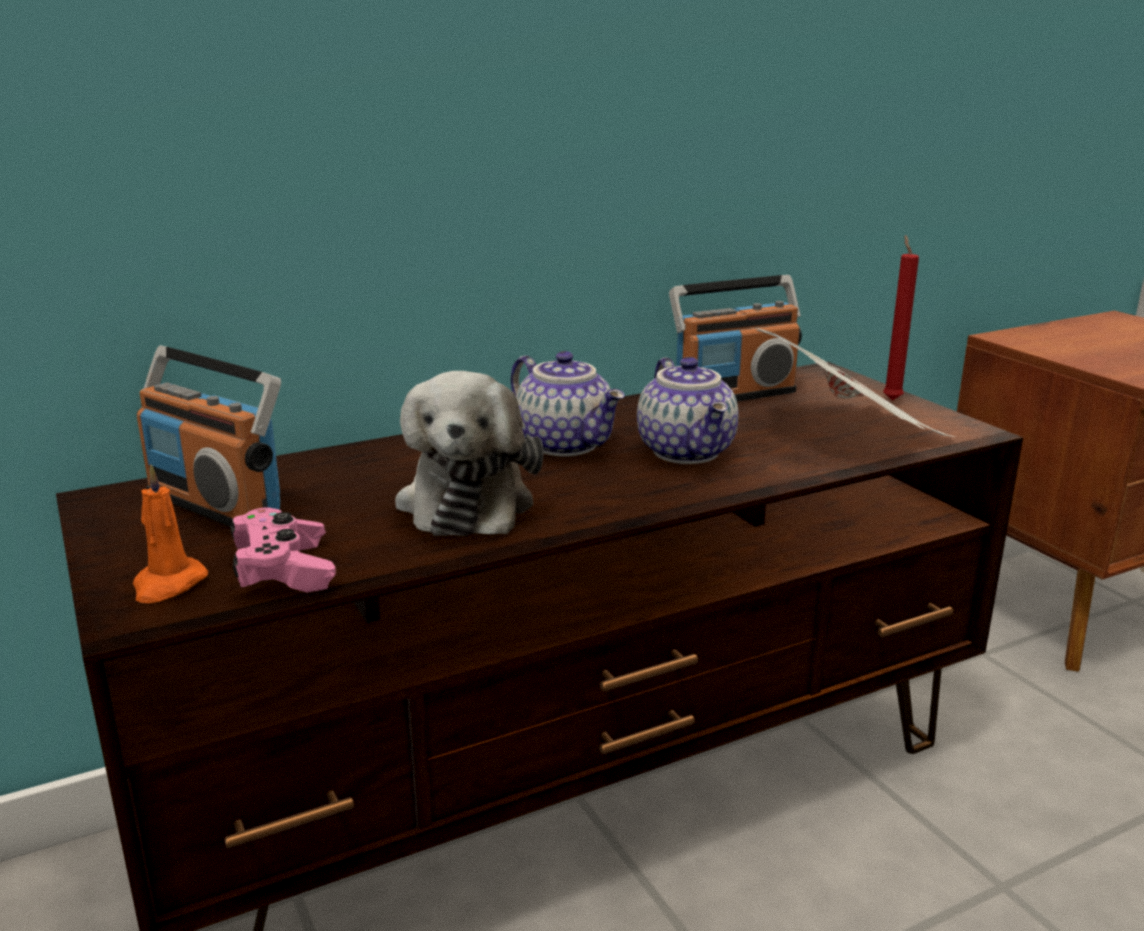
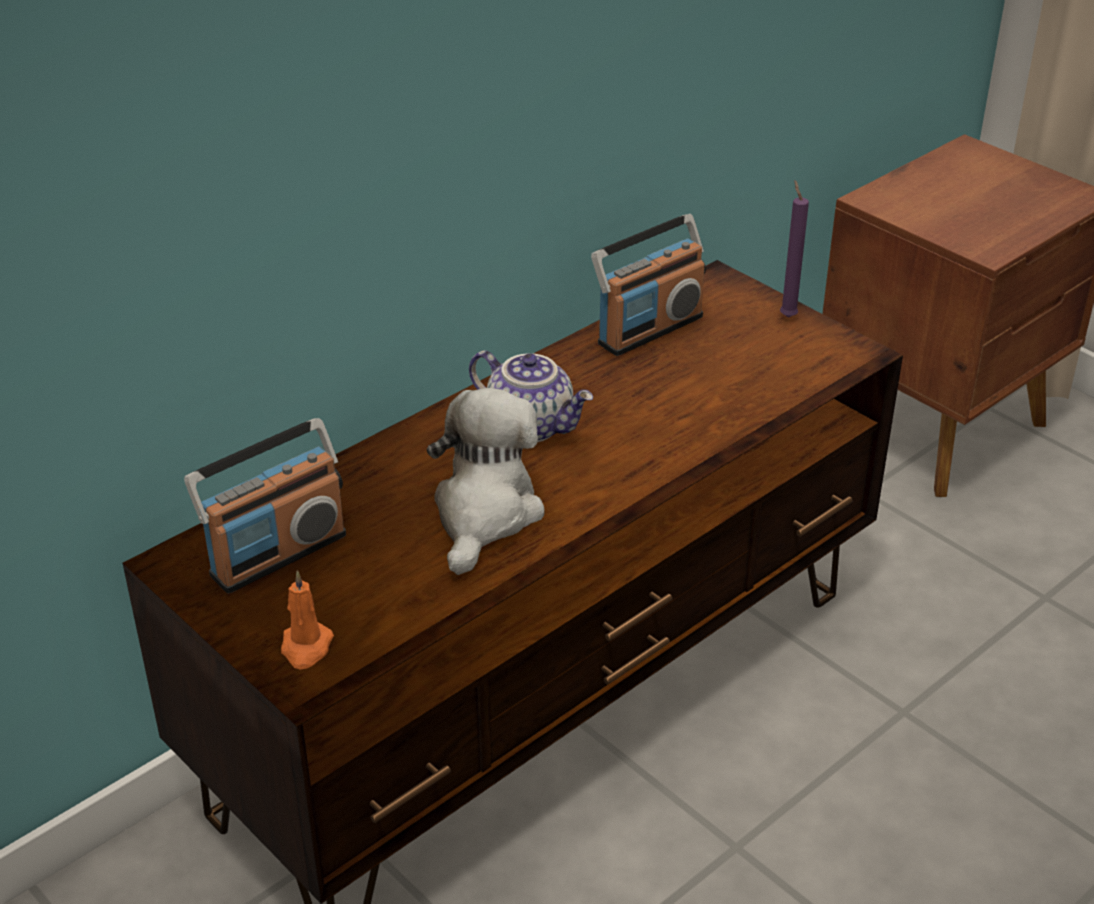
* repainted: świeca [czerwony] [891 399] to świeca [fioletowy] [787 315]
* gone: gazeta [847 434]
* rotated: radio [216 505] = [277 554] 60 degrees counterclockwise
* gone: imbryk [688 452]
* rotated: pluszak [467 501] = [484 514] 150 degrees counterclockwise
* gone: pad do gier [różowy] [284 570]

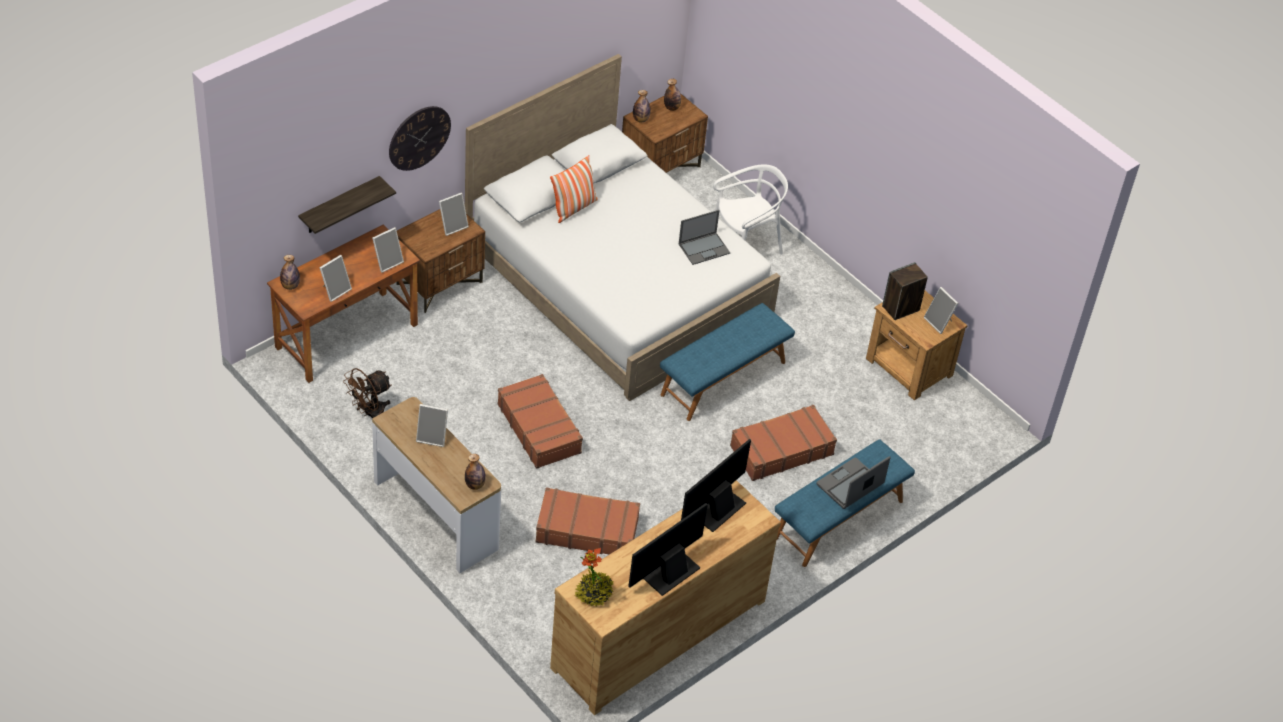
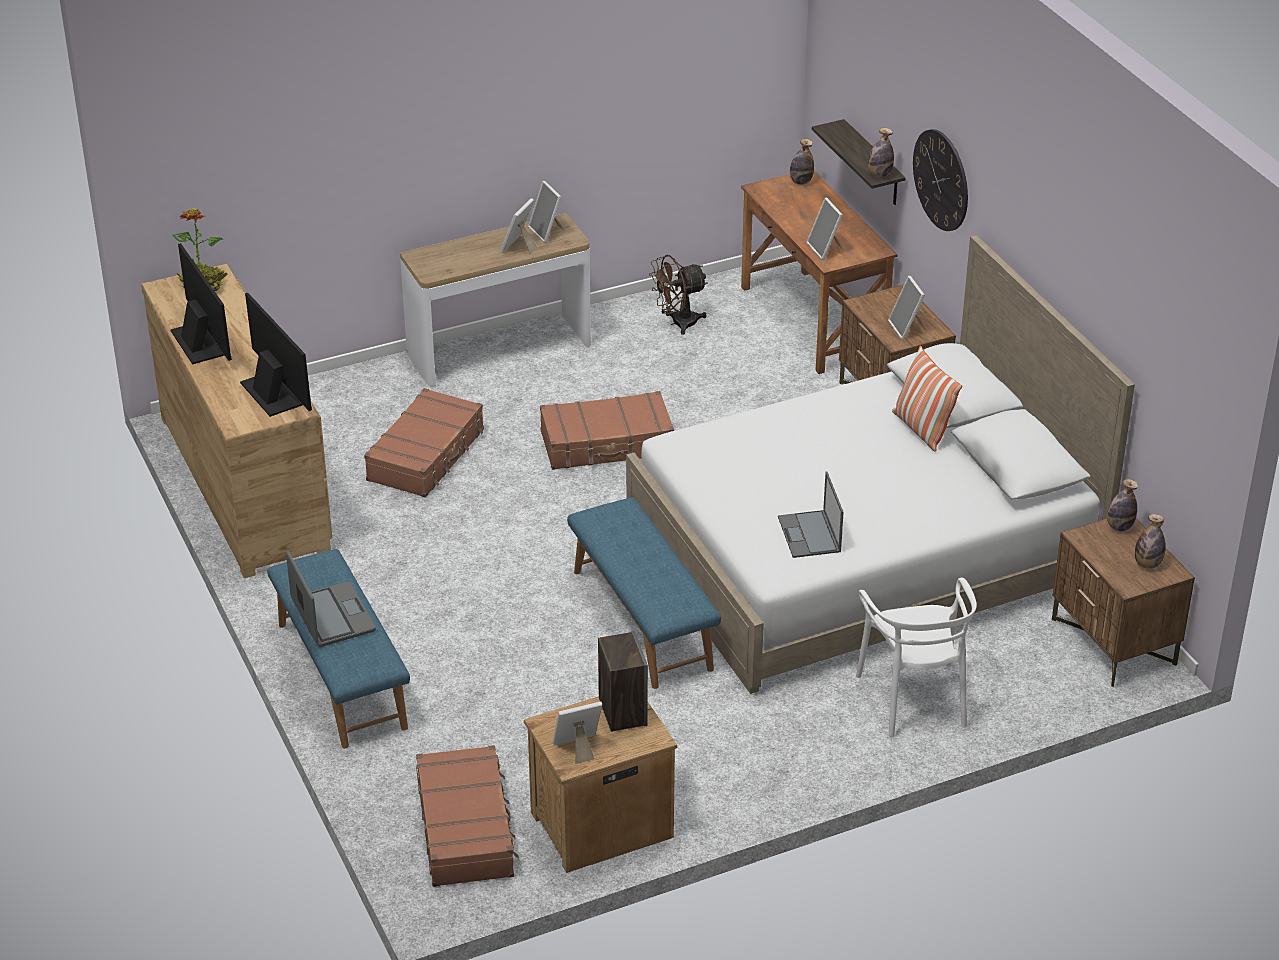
* shifted: ramka na zdjęcie [335 290] to [547 232]
* rotated: wentylator [brązowy] [369 413] = [678 323] 90 degrees counterclockwise
* shifted: walizka [brązowy] [781 450] to [466 828]
* shifted: butelka [475 485] to [879 175]

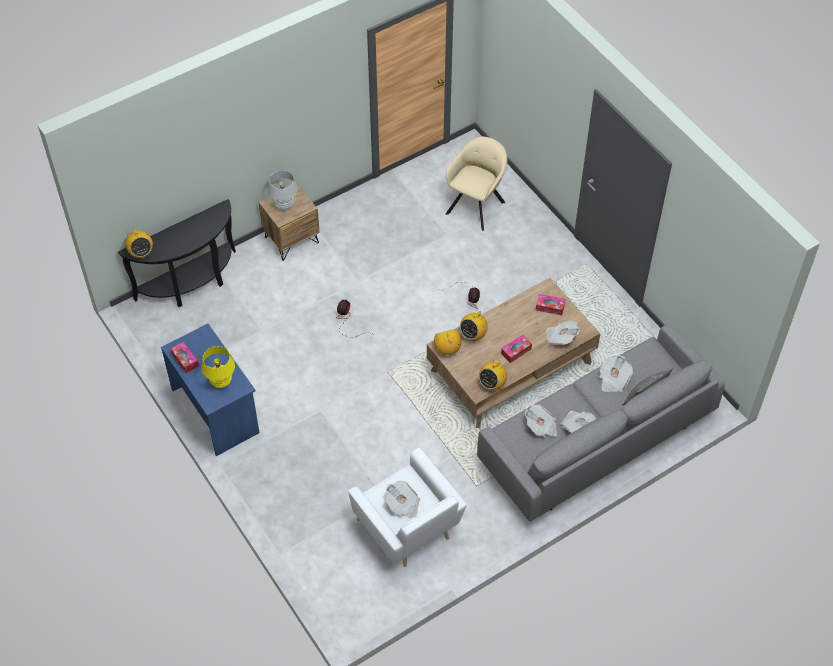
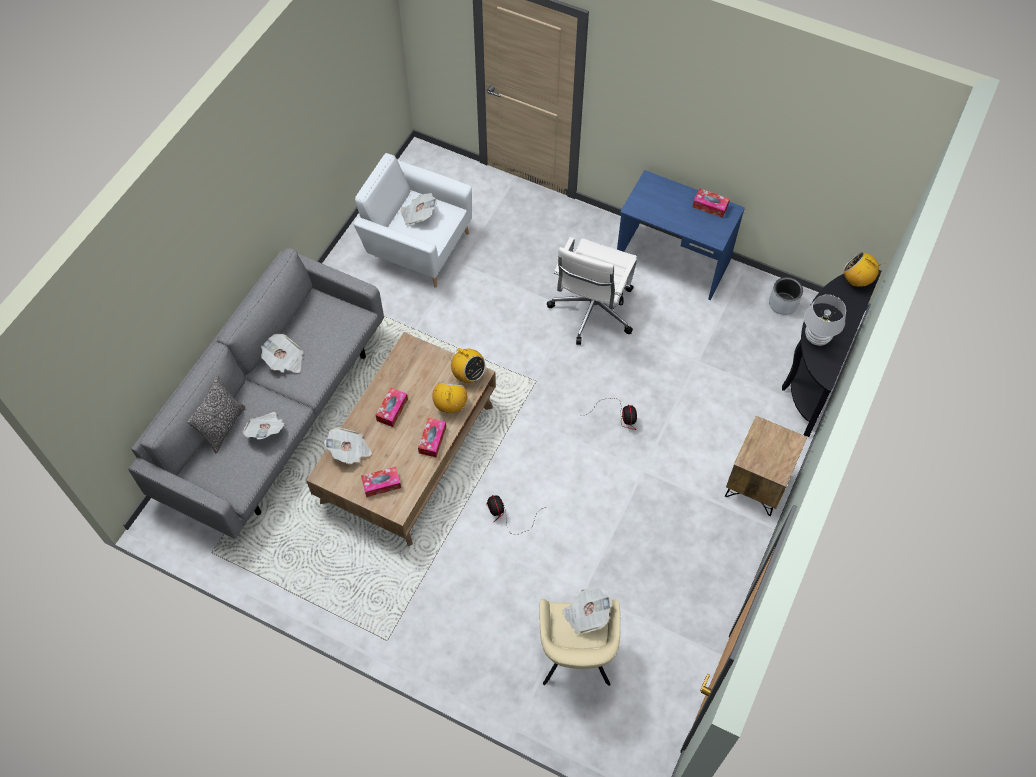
* shifted: lampa stołowa [biały] [284 205] to [816 338]
* gone: lampa stołowa [żółty] [221 382]
* gone: radio [492 384]
* shifted: gazeta [541 427] to [586 615]
* new: krzesło biurowe [biały] [591 311]
* new: donica [szary] [782 304]
* new: pudełko chusteczek [432 440]

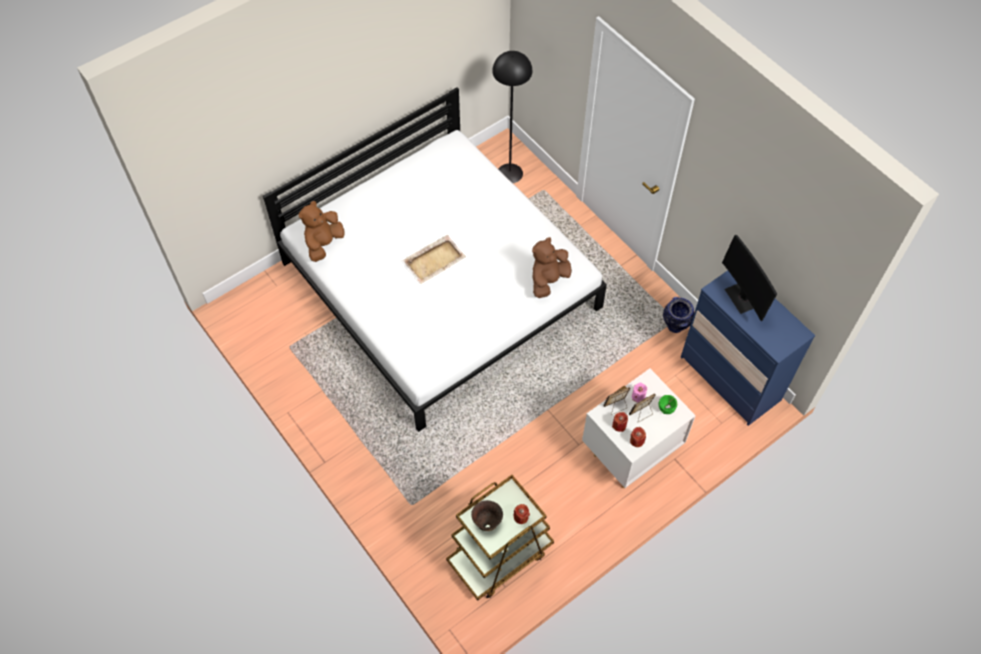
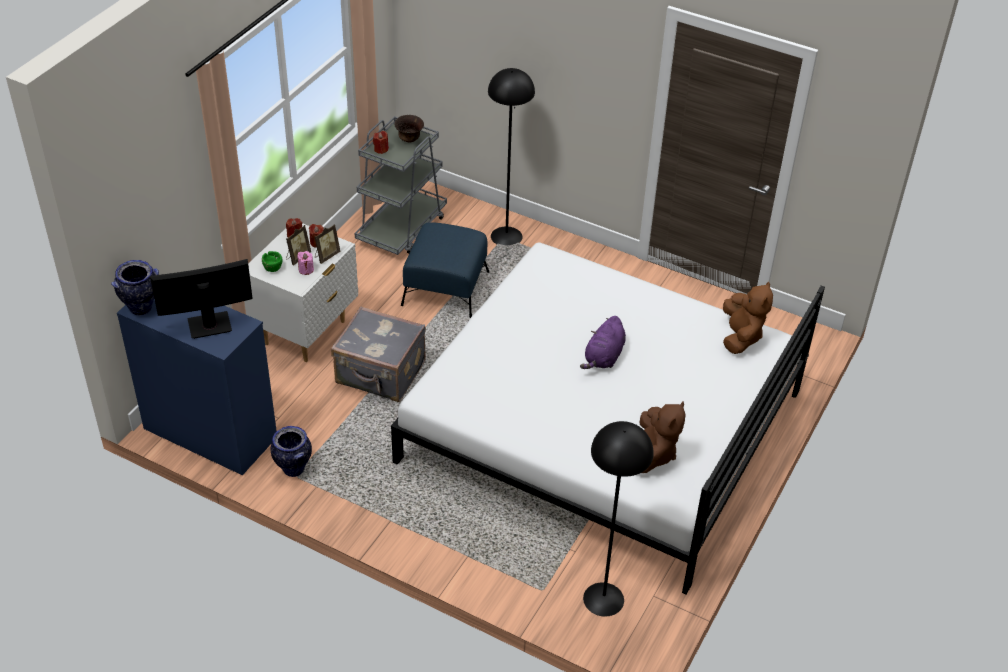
* swapped: taca [beżowy] [435 260] to pluszak [fioletowy] [603 357]
* rotated: monitor [743 297] = [209 325] 60 degrees counterclockwise
* shifted: pluszak [brązowy] [548 280] to [653 454]
* repainted: wózek [brązowy] [499 555] to wózek [szary] [402 228]
* new: lampa stojąca [czarny] [506 236]
* new: pufa [niebieski] [445 289]
* new: wazon [141 308]
* new: walizka [szary] [380 374]

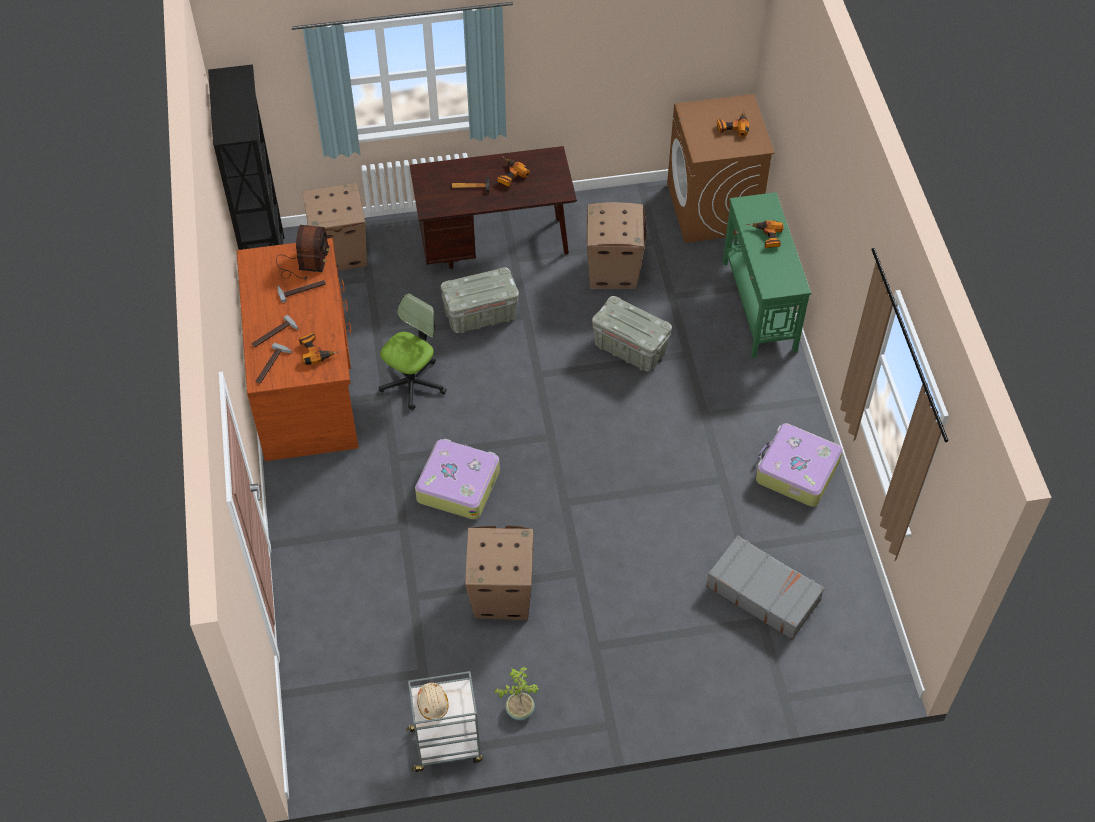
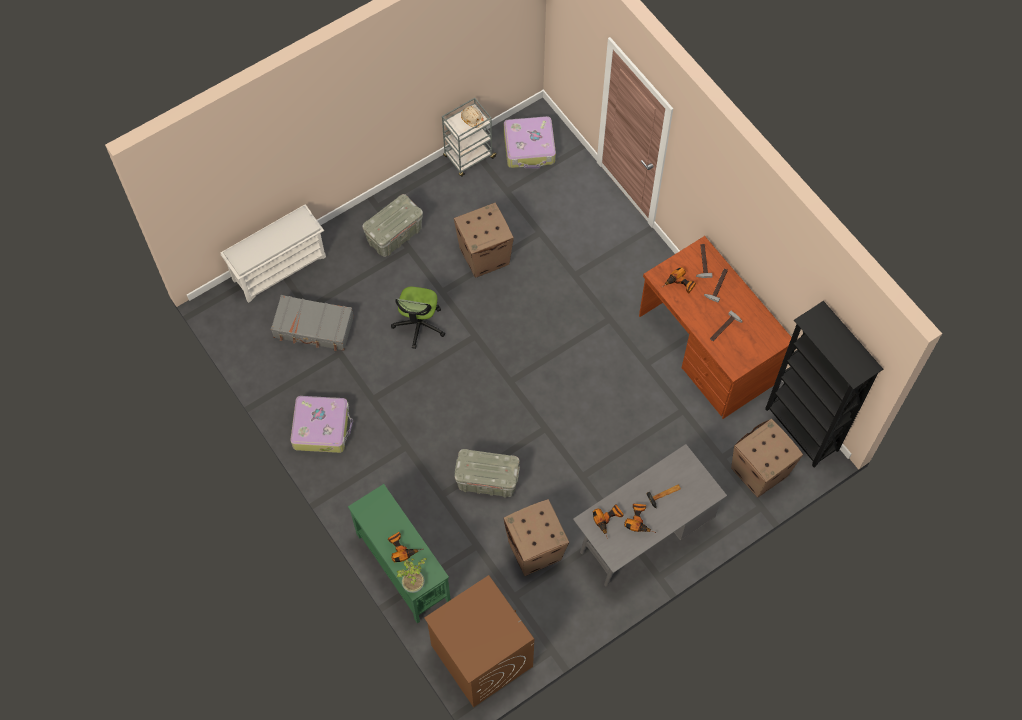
* shifted: wiertarka [732 126] to [609 520]
* repainted: biurko [brązowy] [495 244] to biurko [szary] [643 535]
* gone: radio [304 262]
* shifted: pojemnik do przechowywania [szary] [481 315] to [394 236]
* shifted: krzesło biurowe [413 383] to [419 325]
* shifted: walizka [458 485] to [529 147]
* shifted: roślina doniczkowa [519 709] to [414 584]
* new: regał na buty [biały] [279 267]

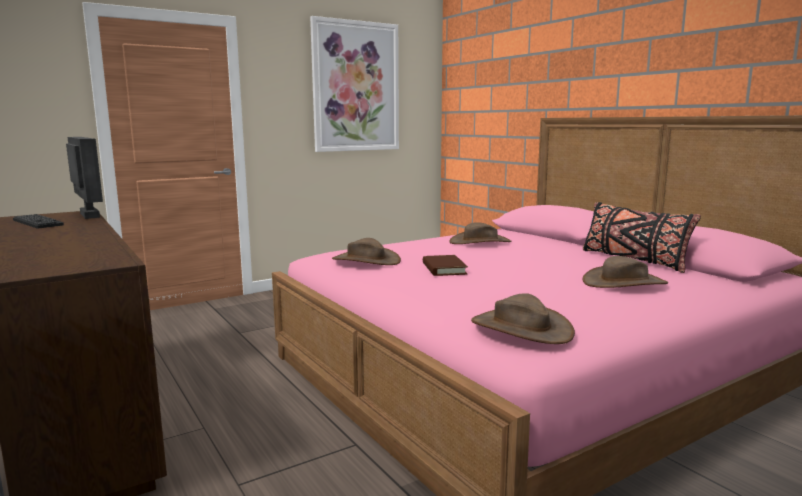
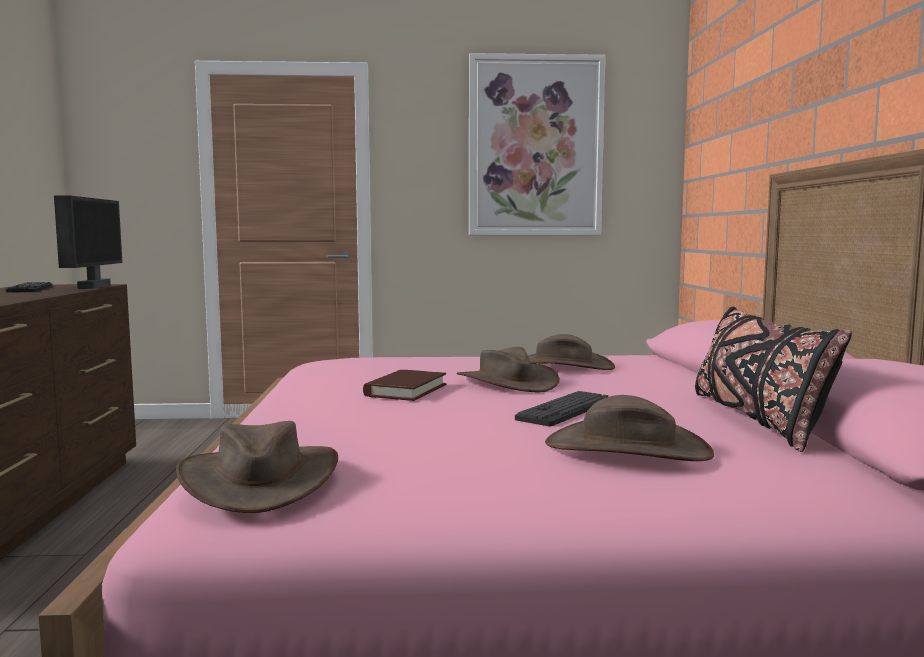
* shifted: kapelusz [brązowy] [366 260] to [506 382]
* new: klawiatura [565 410]

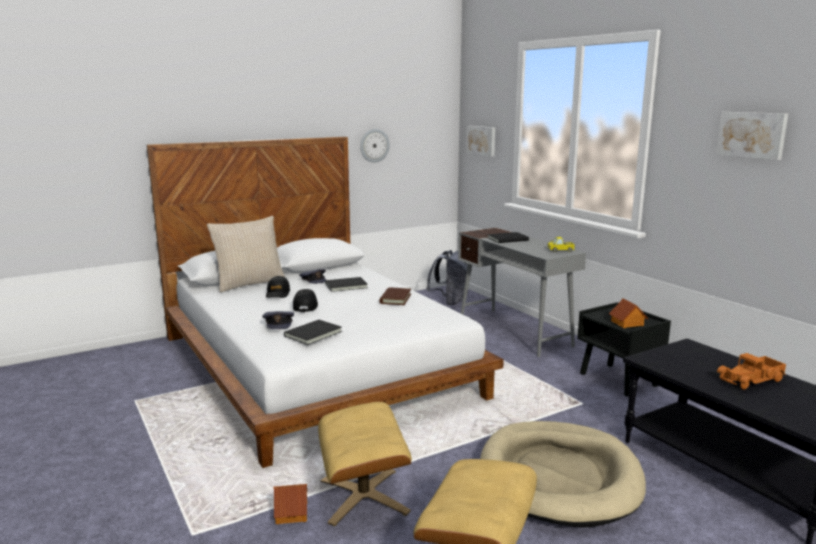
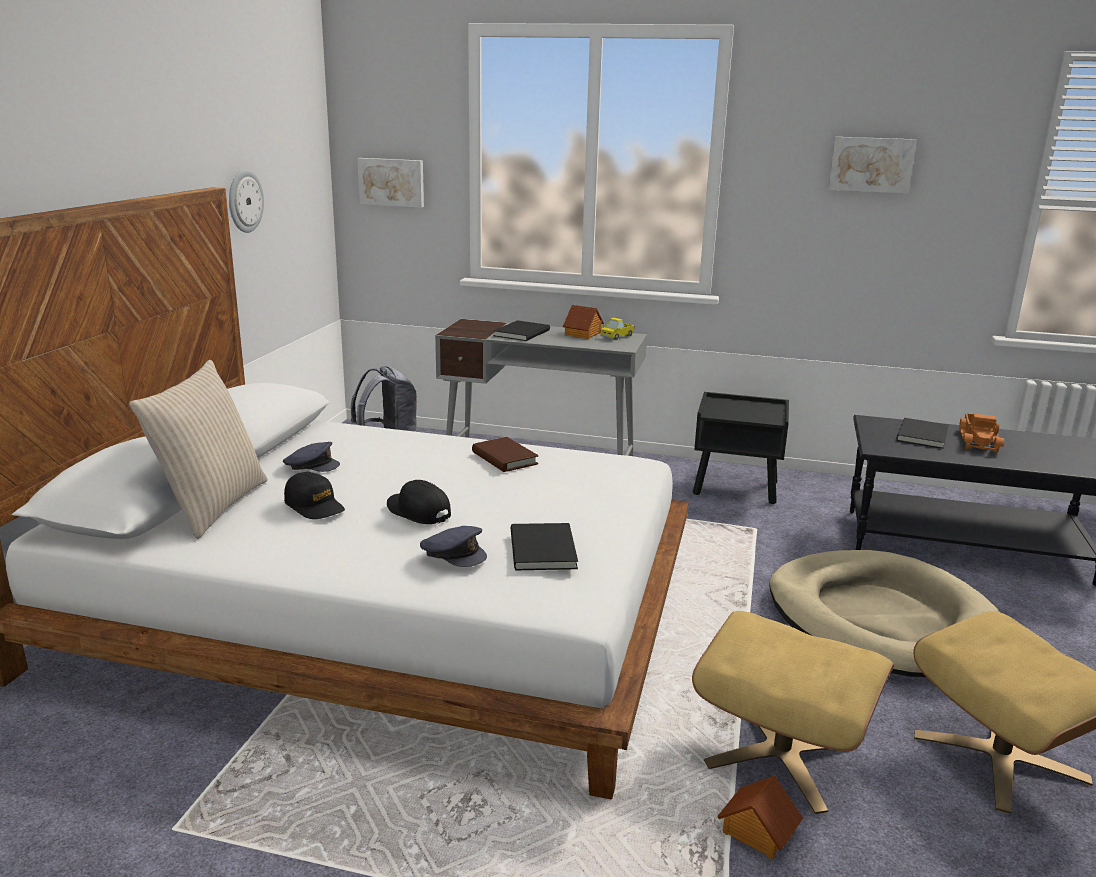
* shifted: książka [czarny] [347 286] to [924 435]
* shifted: domek [627 323] to [583 334]

